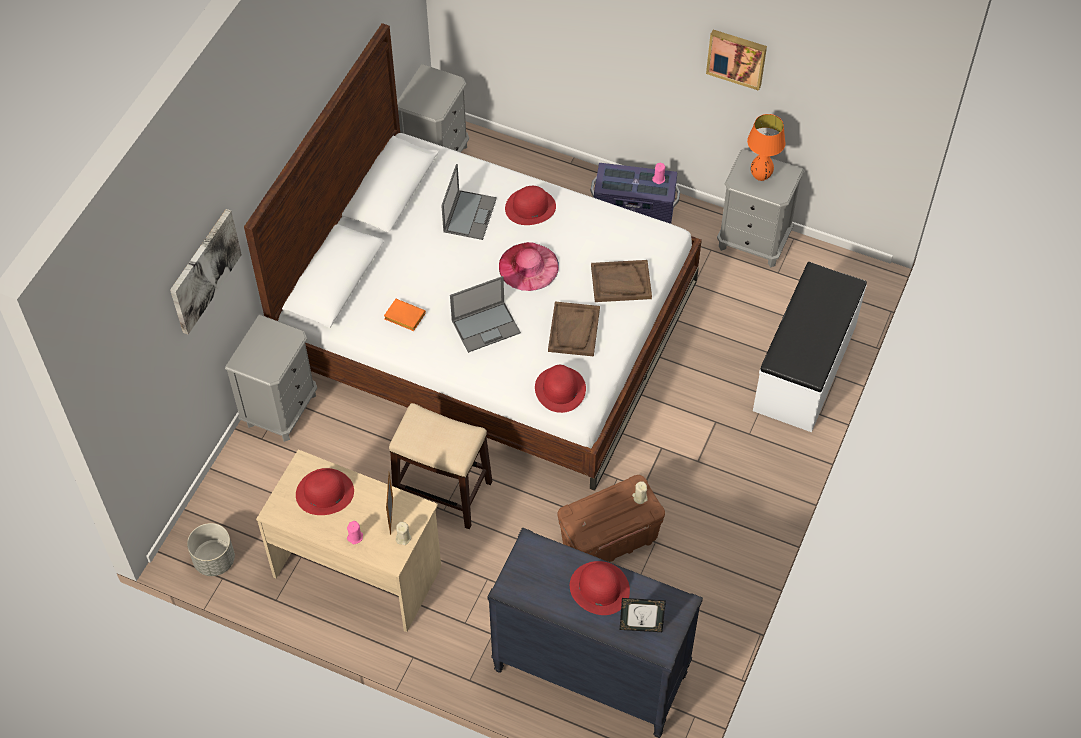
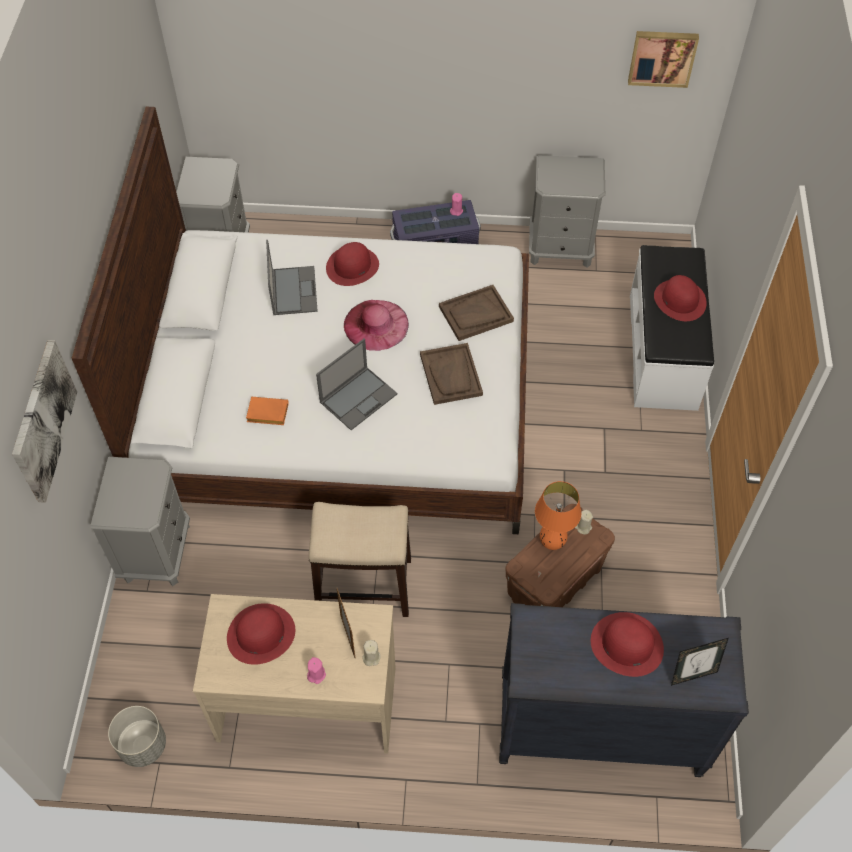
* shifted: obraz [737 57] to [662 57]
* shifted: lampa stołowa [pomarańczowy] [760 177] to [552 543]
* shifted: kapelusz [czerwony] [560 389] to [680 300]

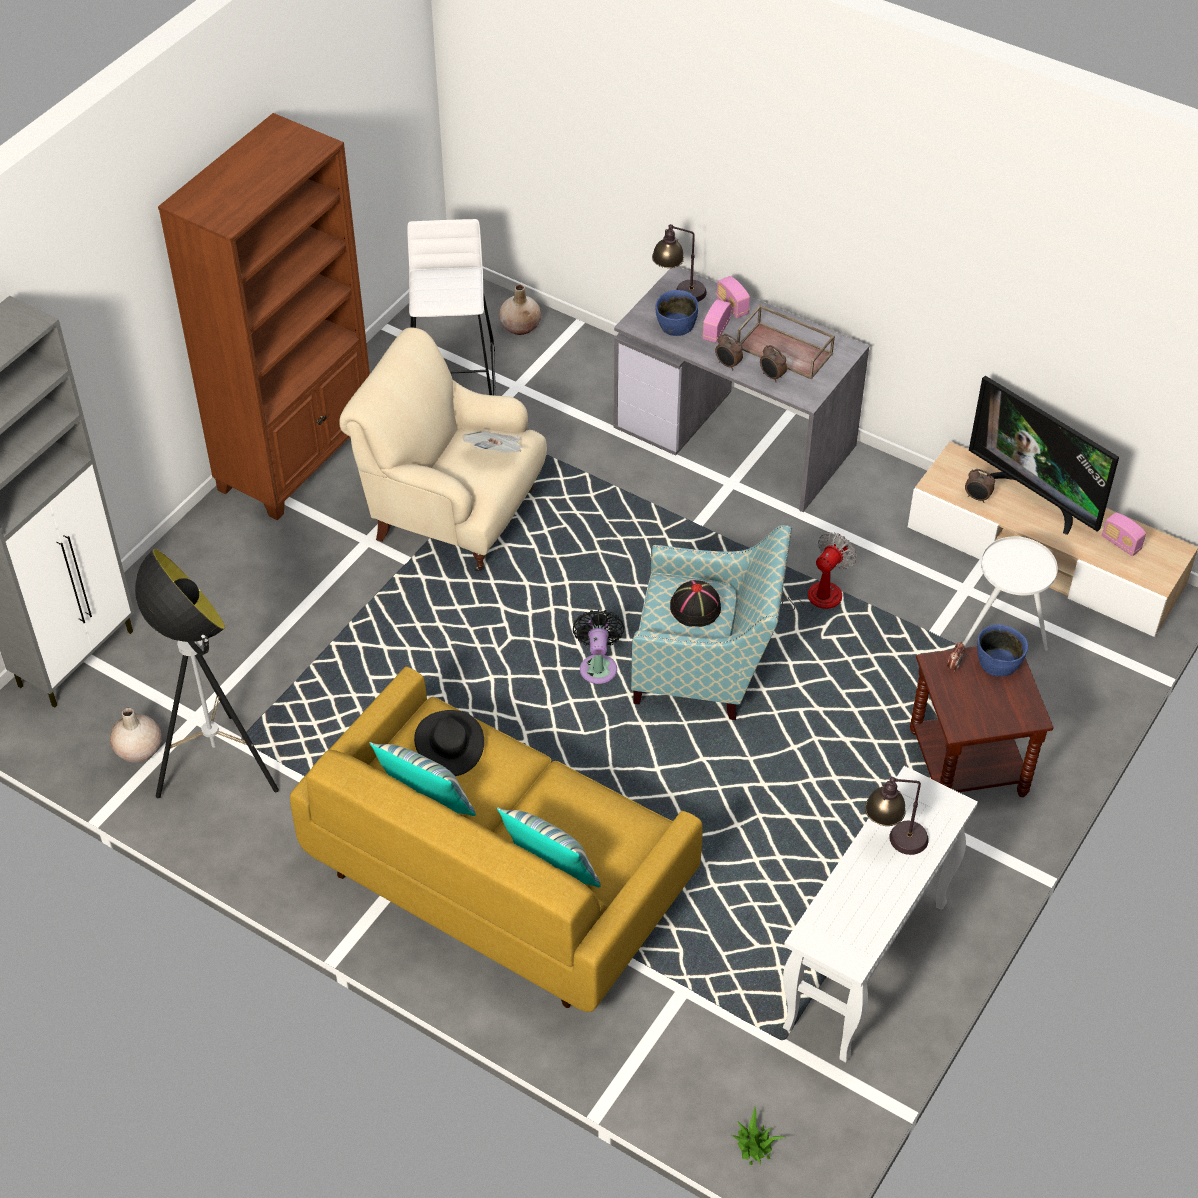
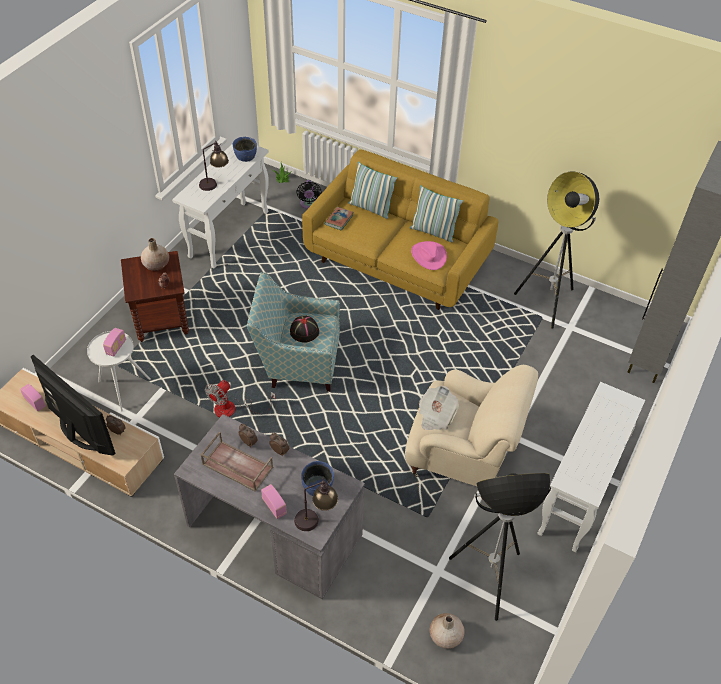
* swapped: regał [brązowy] [298 458] to stolik konsolowy [biały] [578 497]
* swapped: stołek [biały] [453 376] to lampa stojąca [488 579]
* shifted: radio [716 330] to [116 347]
* shifted: wentylator [czarny] [598 666] to [309 204]
* shifted: miska [niebieski] [998 662] to [245 156]
* shifted: wazon [beżowy] [138 750] to [156 265]
* repainted: kapelusz [czarny] [449 743] to kapelusz [różowy] [428 256]
* new: książka [339 220]

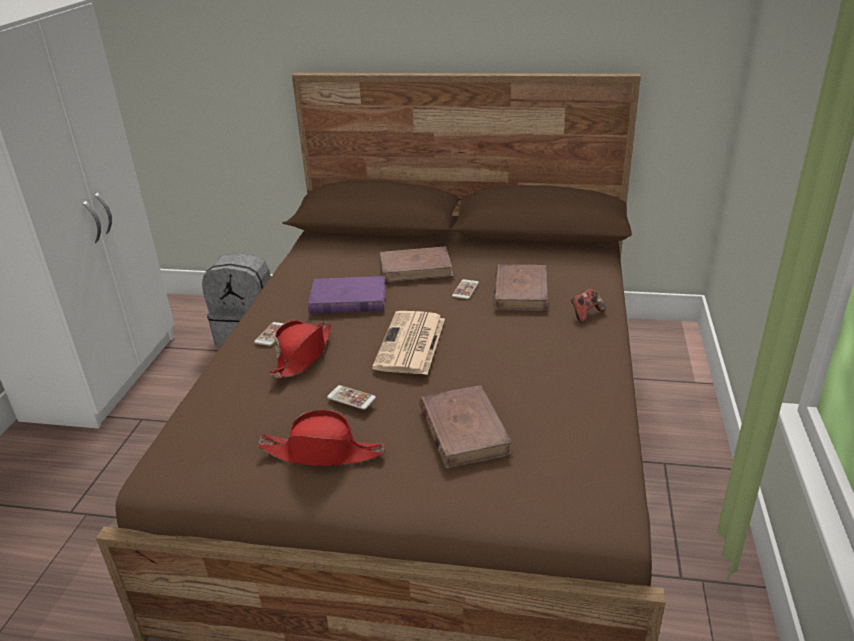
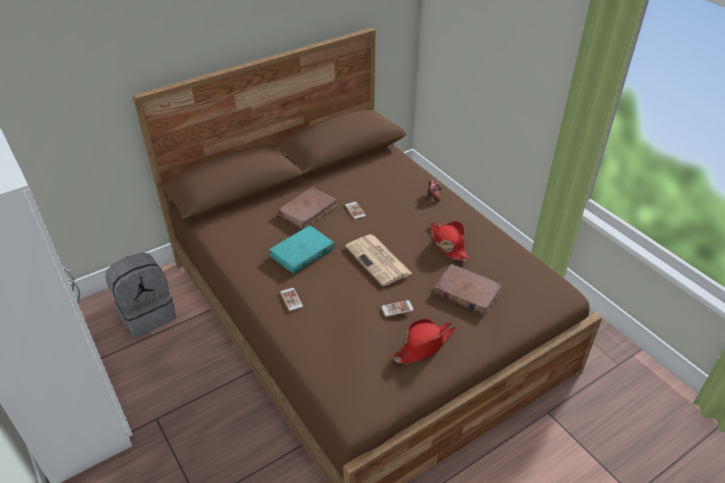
* gone: książka [brązowy] [520 291]
* repainted: książka [fioletowy] [347 300] to książka [turkusowy] [302 252]
* shifted: kapelusz [czerwony] [302 355] to [448 244]

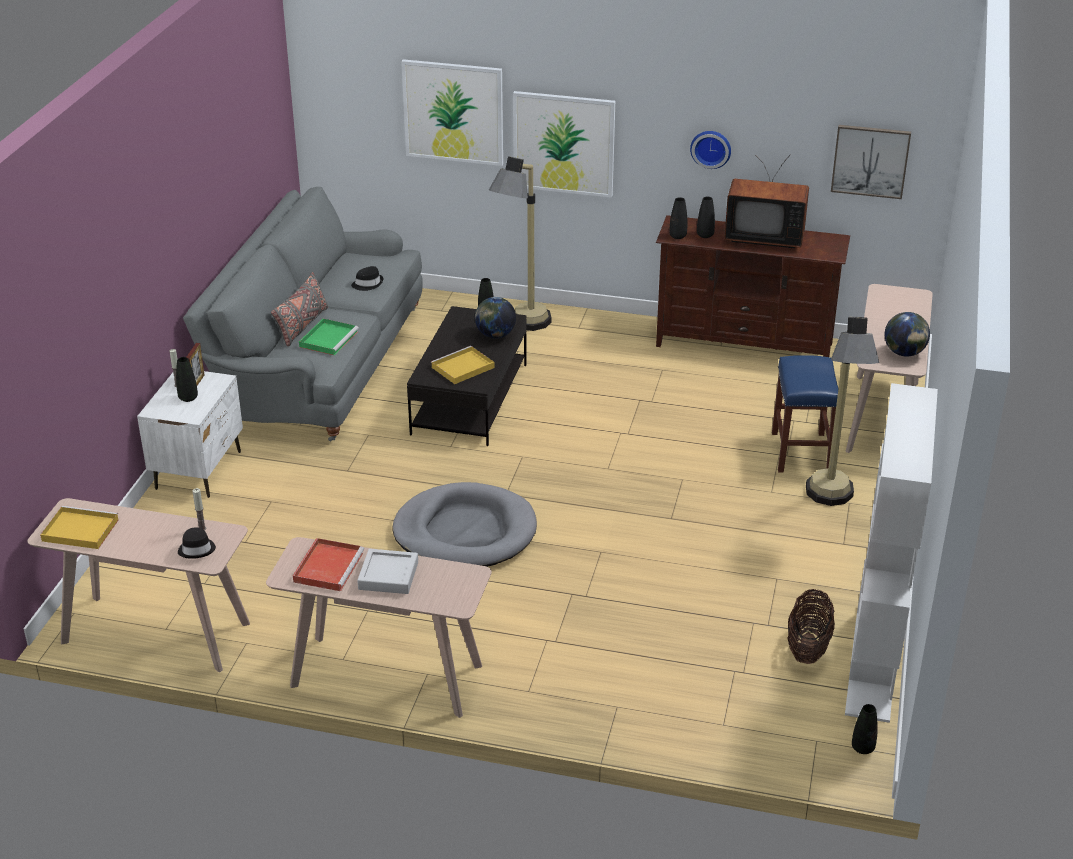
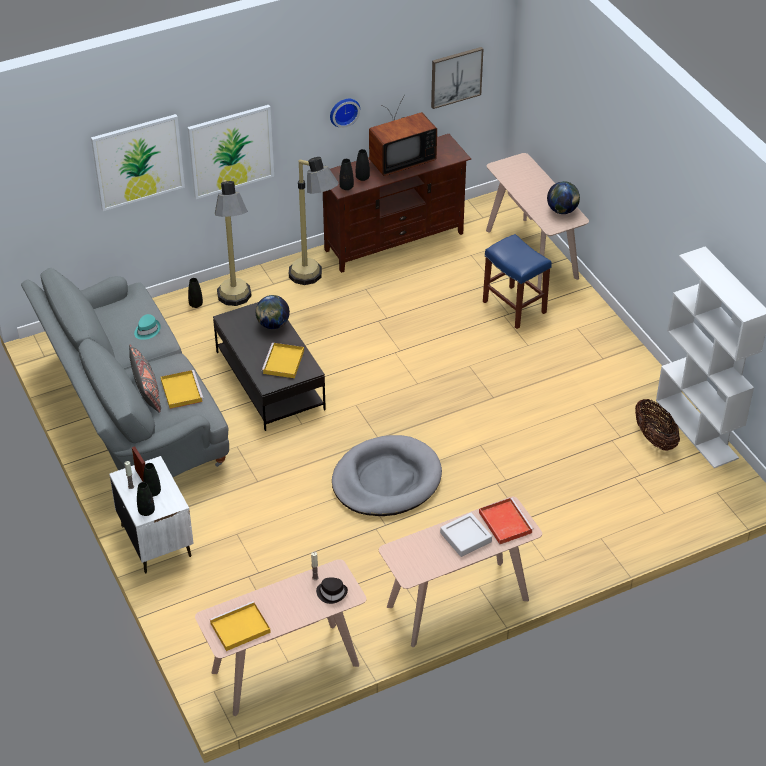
* repainted: kapelusz [czarny] [367 284] to kapelusz [turkusowy] [147 330]
* shifted: lampa stojąca [831 505] to [314 282]
* repainted: taca [zielony] [329 338] to taca [żółty] [181 390]
* shifted: taca [czerwony] [328 566] to [504 522]
* shifted: wazon [czarny] [862 748] to [146 511]

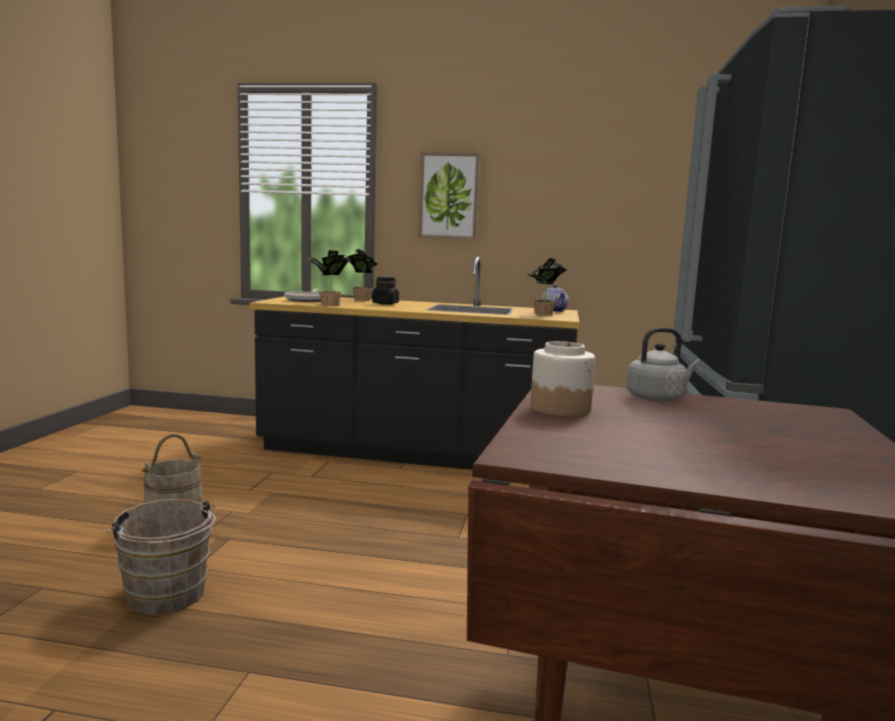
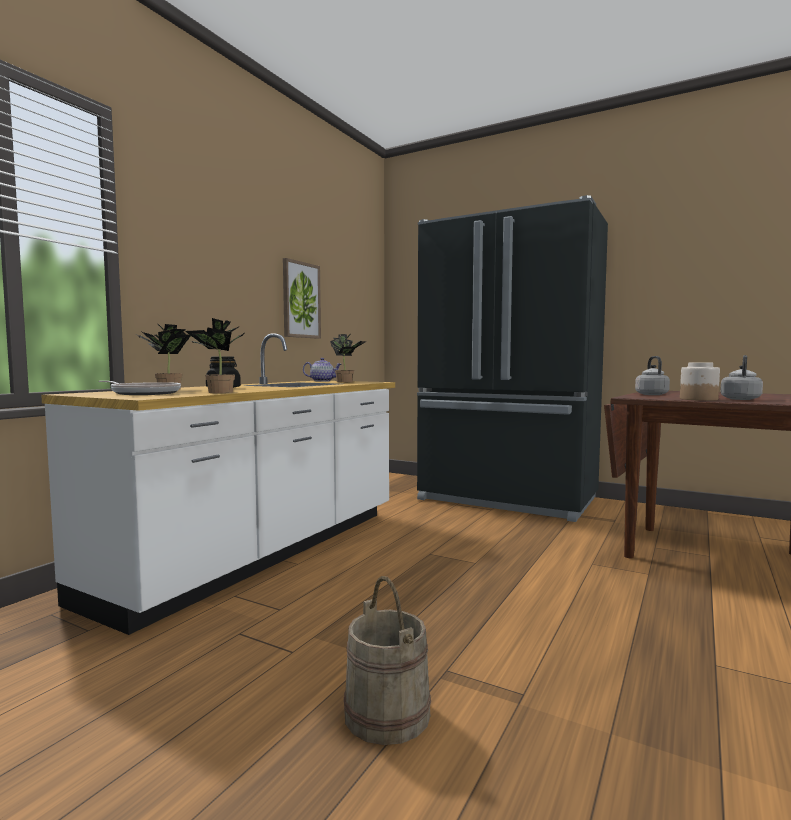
* shifted: obraz [449 196] to [300 300]
* repainted: zabudowa kuchenna [czarny] [415 454] to zabudowa kuchenna [biały] [262 552]
* gone: wiadro [brązowy] [167 597]
* new: czajnik [szary] [740 399]

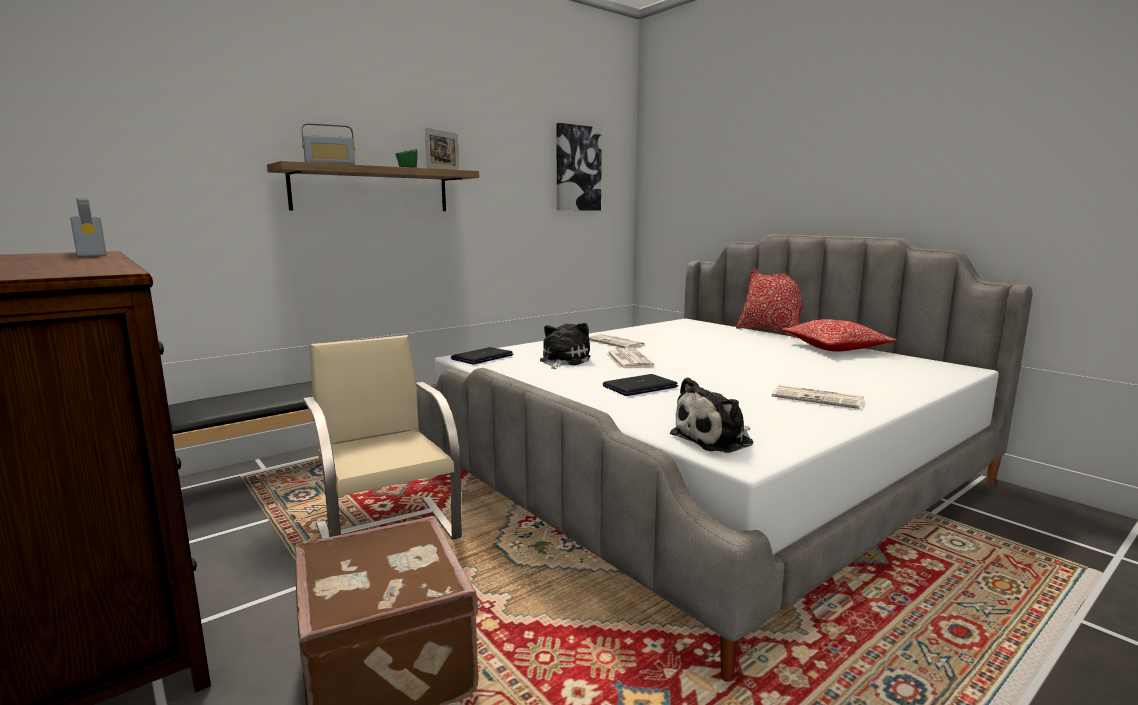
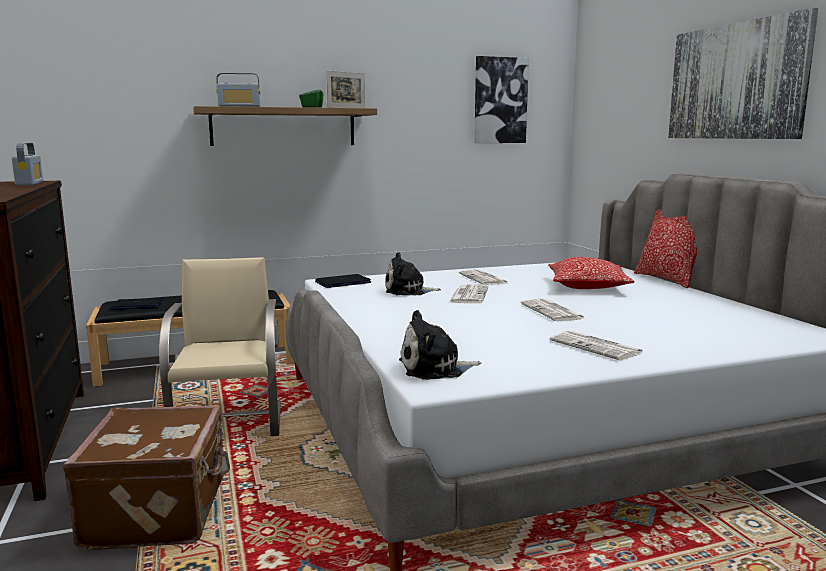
* shifted: poduszka [835 348] to [587 286]
* rotated: pluszak [563 360] = [408 291] 135 degrees counterclockwise
* shifted: laptop [640 387] to [137 305]
* new: obraz [736 81]
* new: gazeta [553 311]

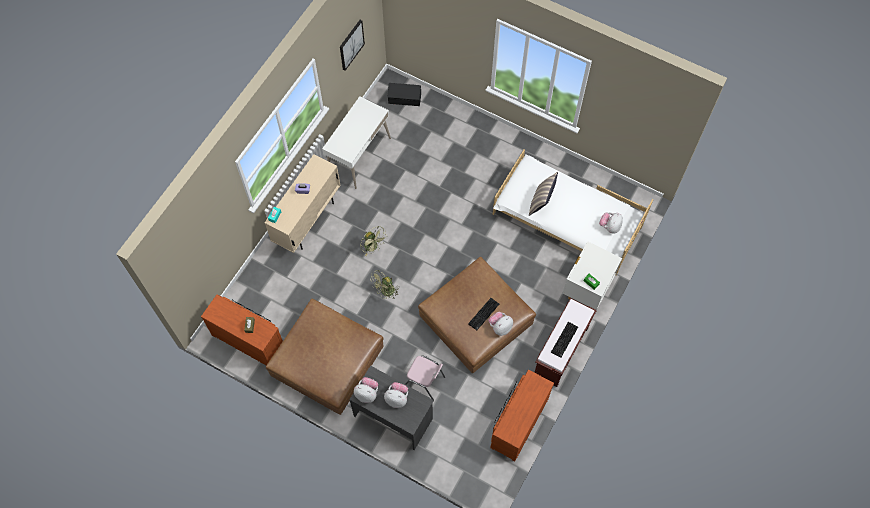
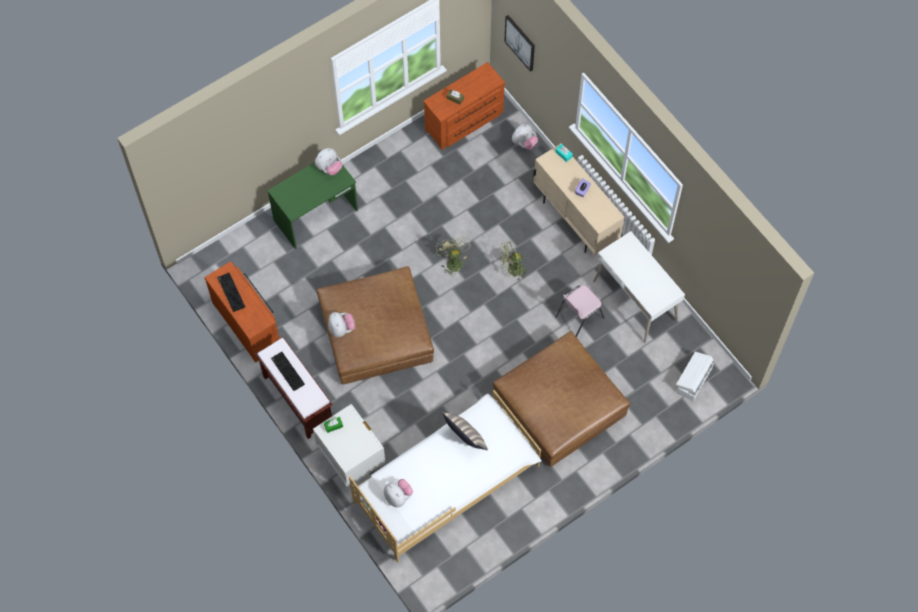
* shifted: obraz [351 44] to [520 42]
* repainted: pojemnik do przechowywania [czarny] [405 99] to pojemnik do przechowywania [biały] [693 380]
* shifted: klawiatura [484 315] to [230 292]
* shifted: pufa [brązowy] [327 361] to [559 406]
* shifted: krzesło [różowy] [424 382] to [578 317]
* repainted: biurko [szary] [393 416] to biurko [zielony] [316 216]
* shifted: pluszak [397 398] to [524 143]

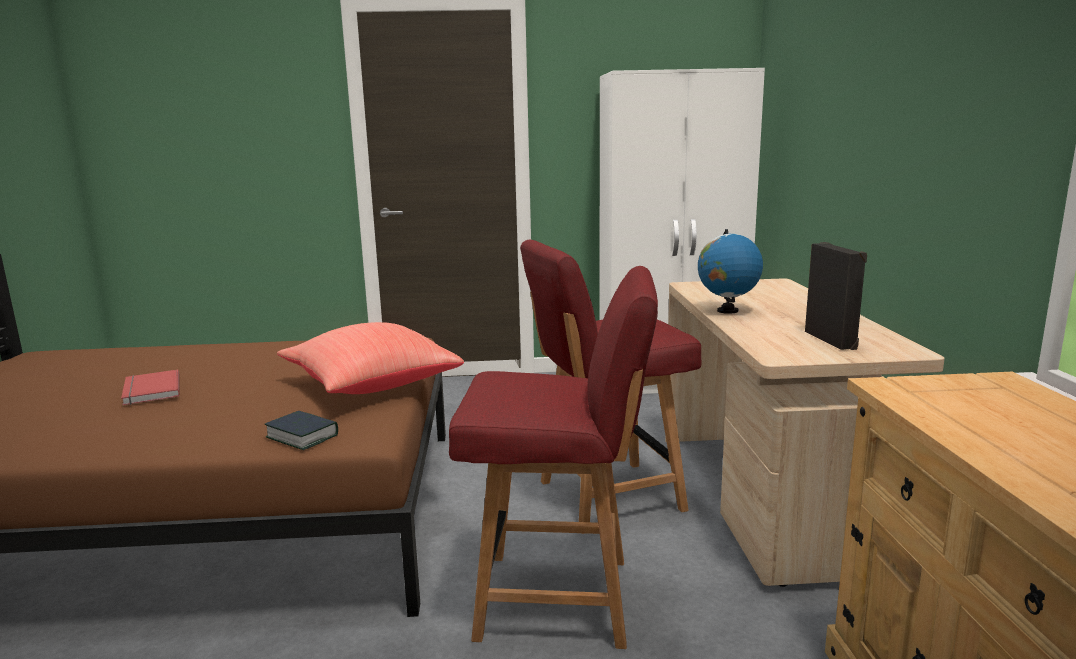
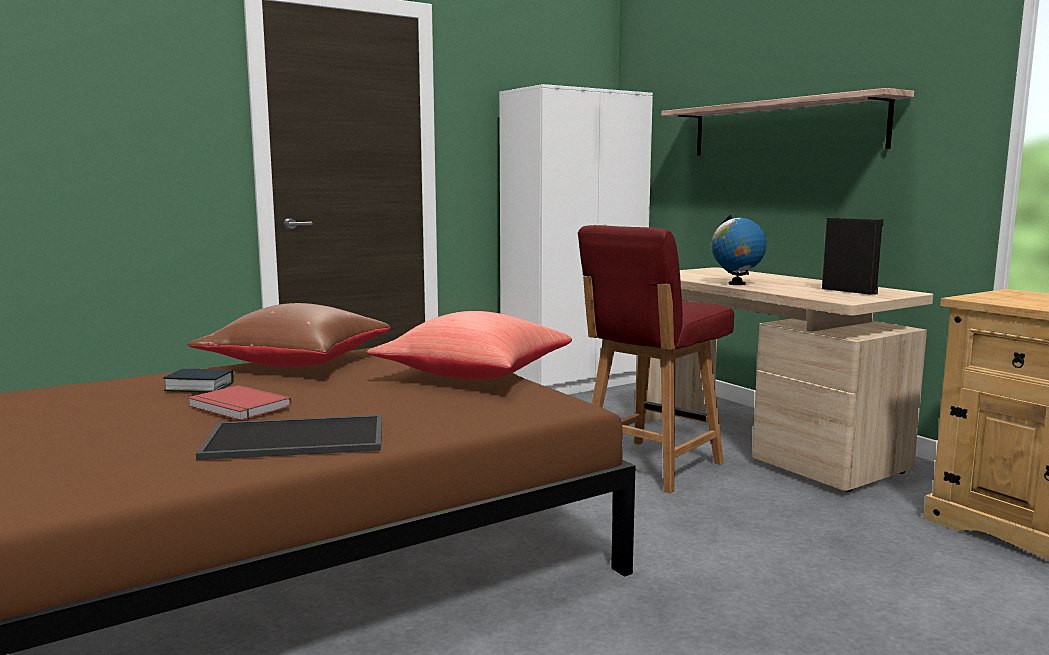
* gone: krzesło [czerwony] [559 598]
* shifted: książka [302 436] to [199 387]
* new: półka [784 128]
* new: poduszka [brązowy] [294 365]
* new: taca [294 439]

